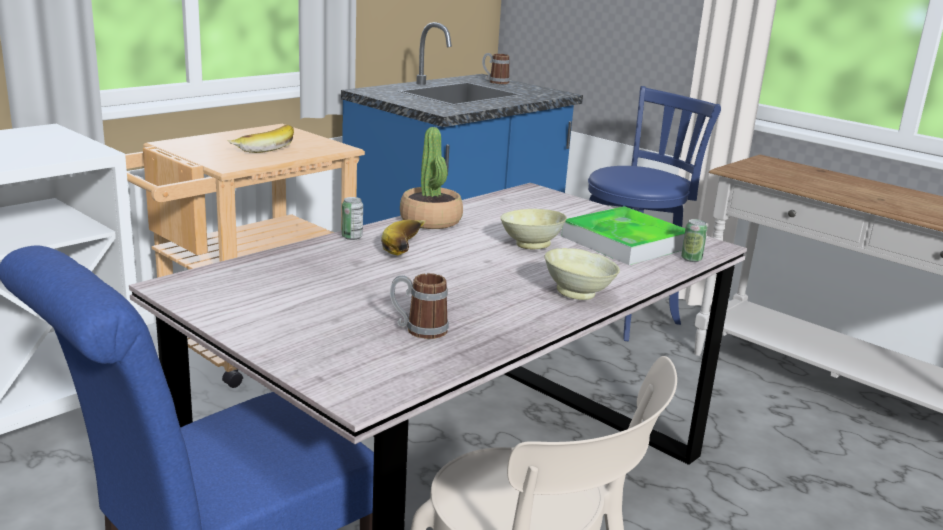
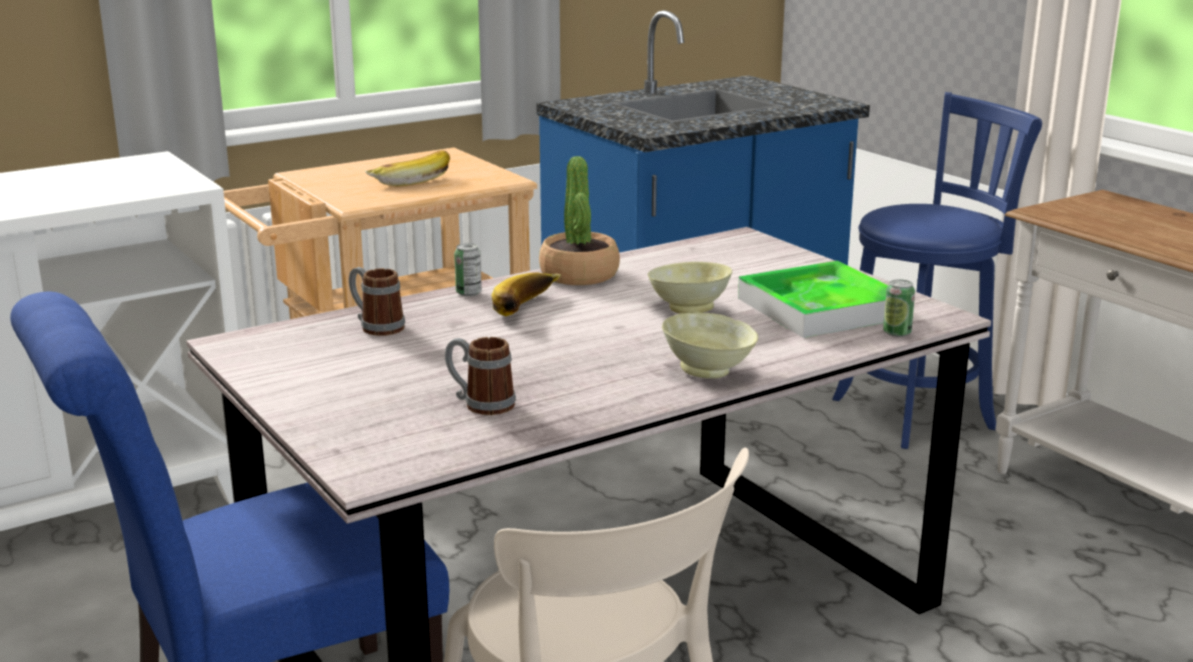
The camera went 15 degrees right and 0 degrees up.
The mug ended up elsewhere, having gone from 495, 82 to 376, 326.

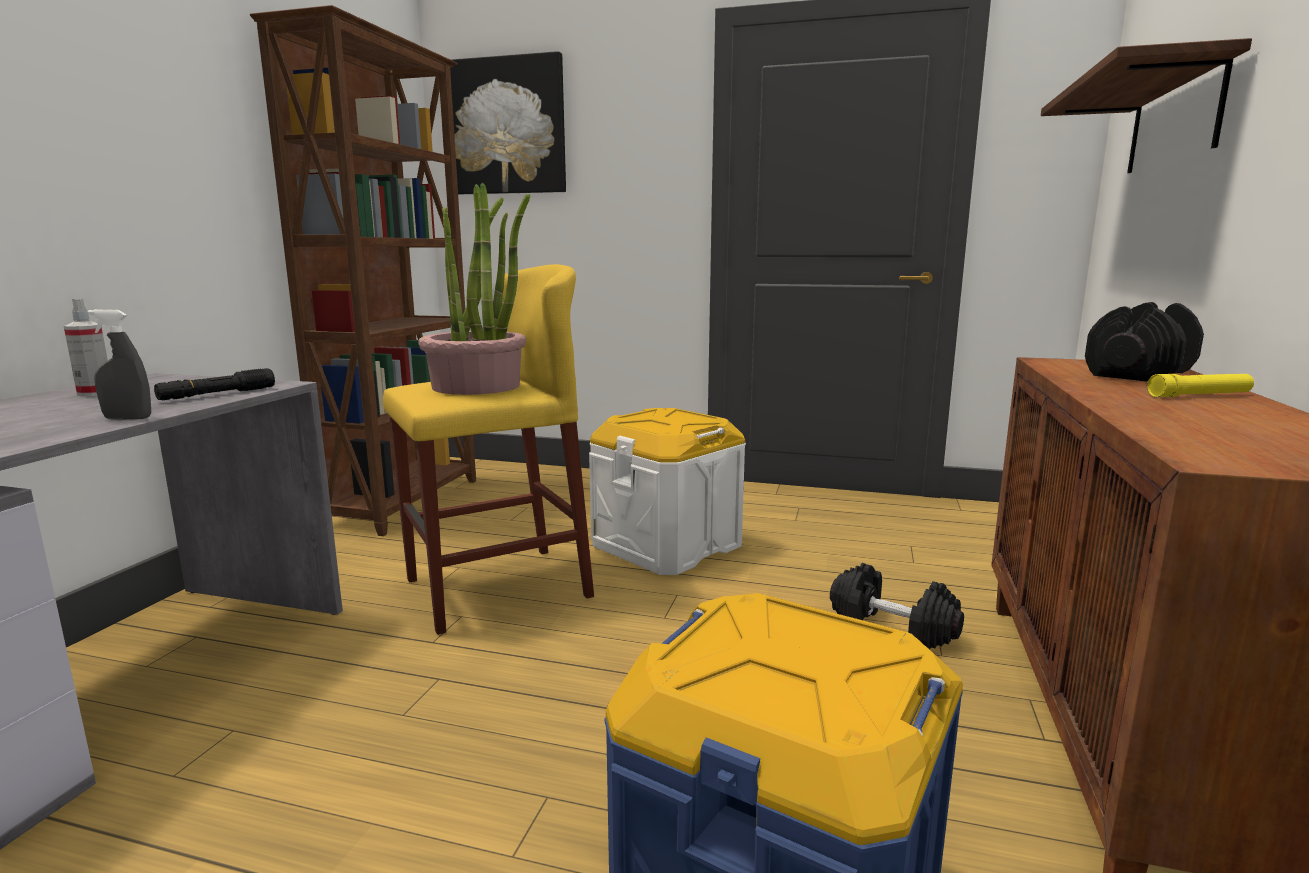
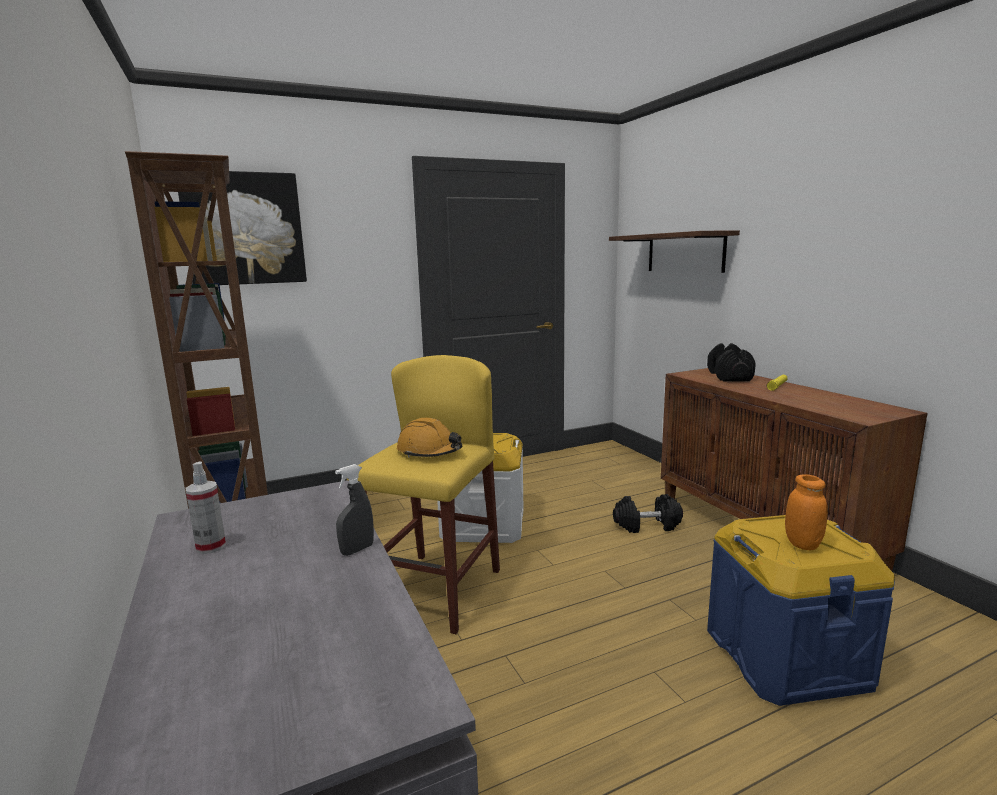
The camera went 40 degrees left and 0 degrees up.
The second view lost the black_flashlight at 218, 394.
The second view gained the orange_jar at 802, 544.
Where the potted_plant stood at 477, 386, the orange_hard_hat came to stand at 429, 452.

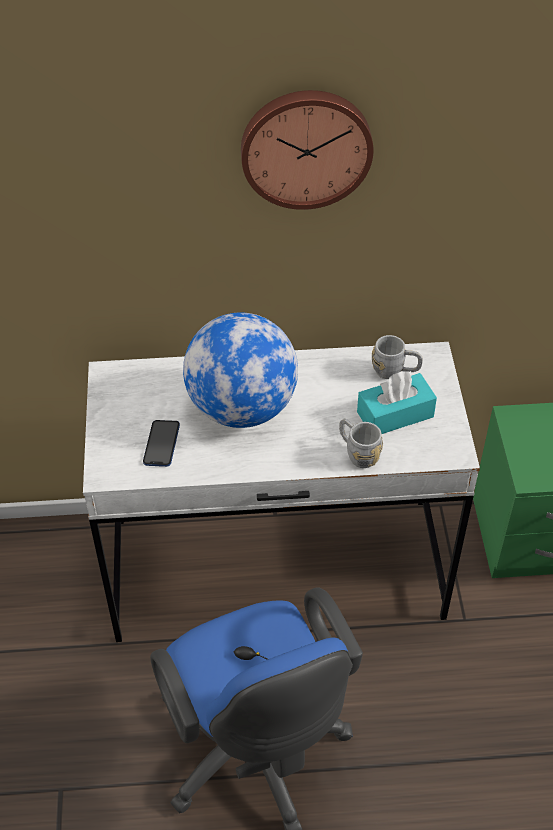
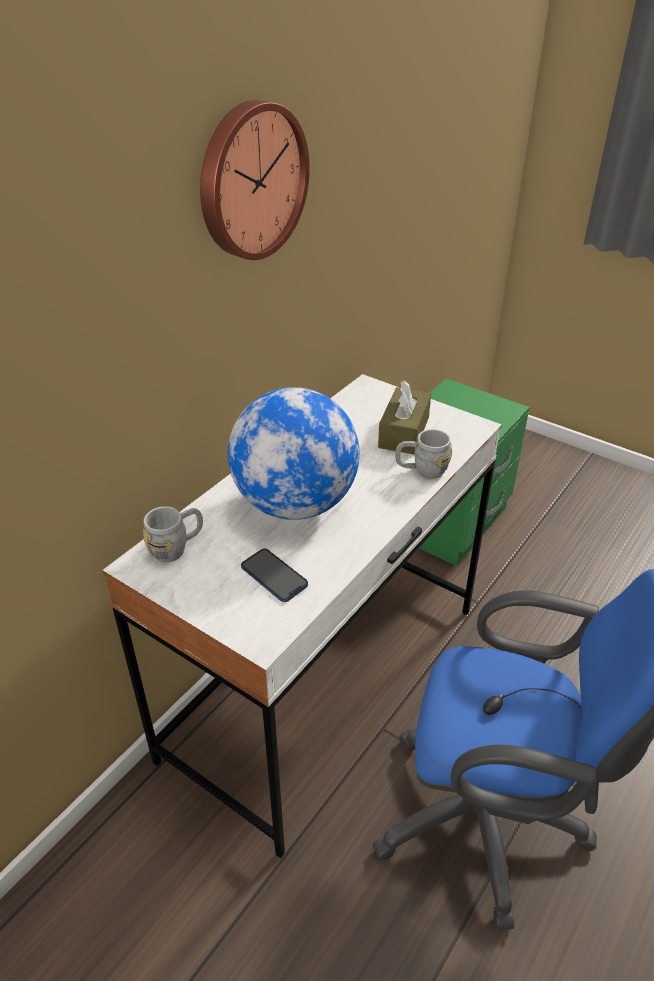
The camera went 50 degrees left and 10 degrees down.
The grey_mug ended up elsewhere, having gone from 395, 371 to 177, 547.
What was the turquoise_tissue_box at 395, 414 turned into the brown_tissue_box at 404, 432.

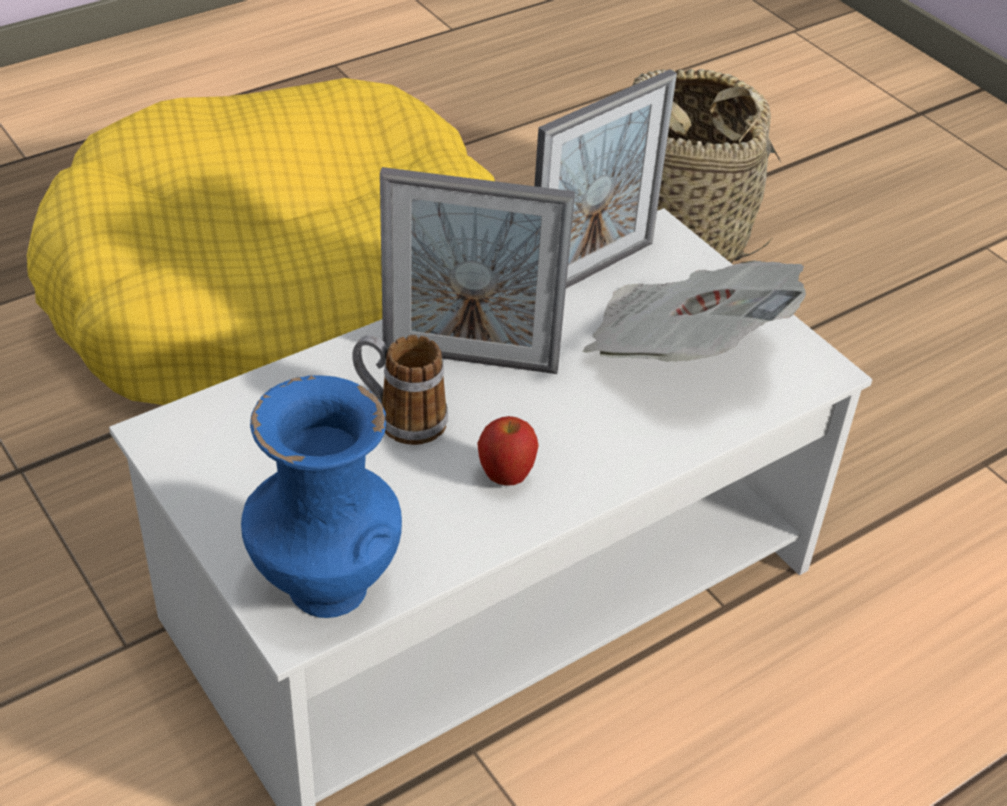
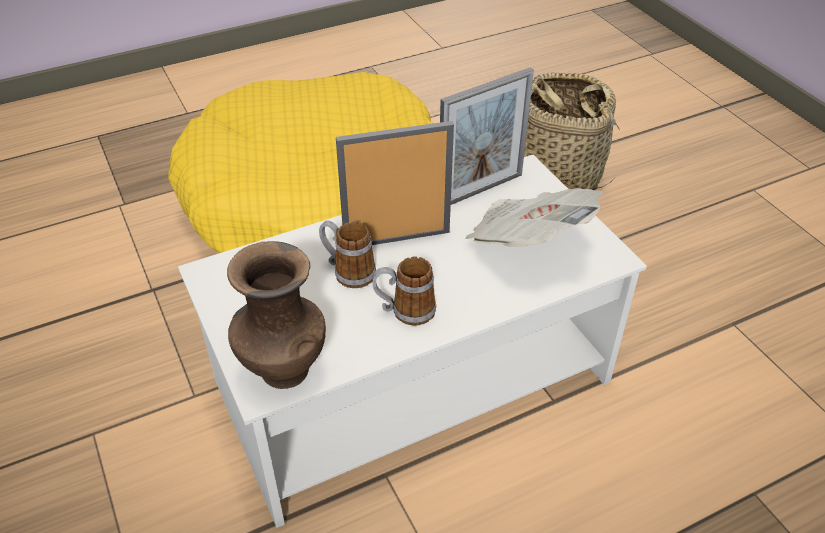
The camera went 10 degrees right and 0 degrees up.
Where the apple stood at 506, 477, the mug came to stand at 405, 311.
What was the blue_vase at 324, 586 turned into the brown_vase at 283, 369.
The picture_frame at 470, 359 ended up facing another way, 150 degrees clockwise from before.

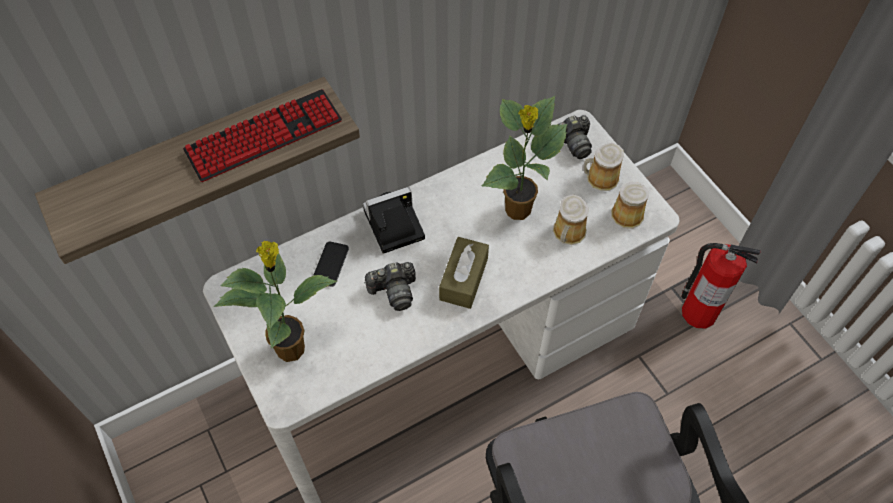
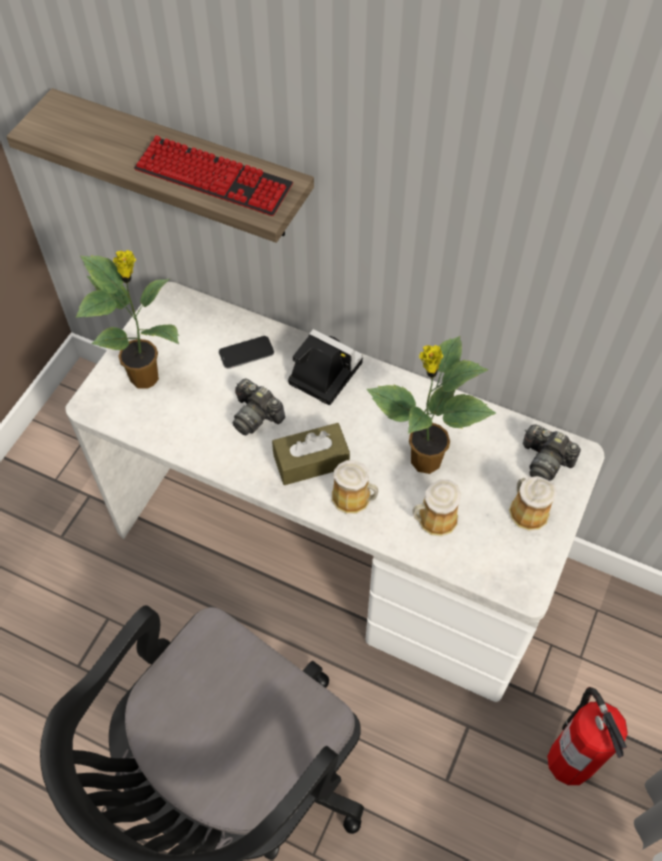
The camera went 55 degrees right and 0 degrees up.
The mug ended up elsewhere, having gone from 628, 214 to 354, 498.

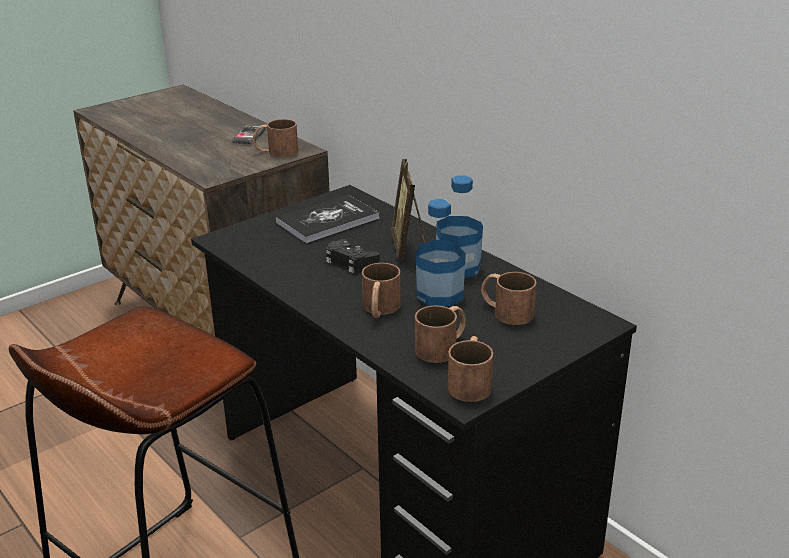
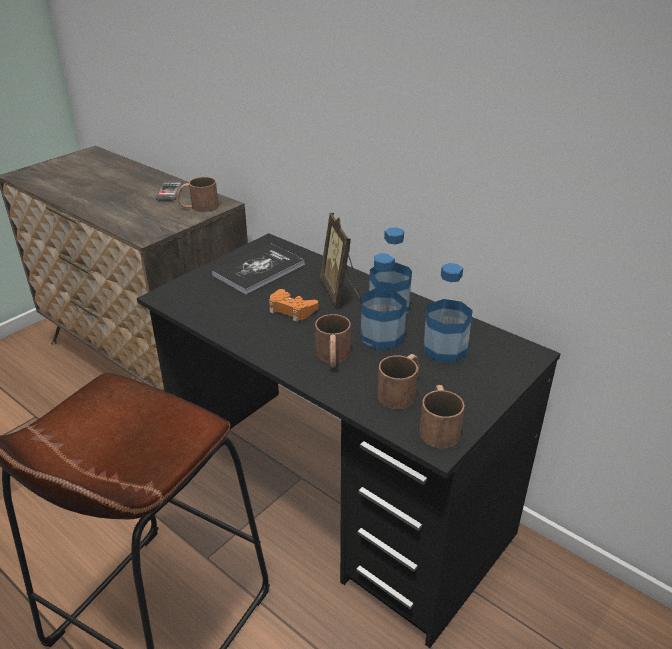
The camera went 10 degrees left and 5 degrees up.
Where the brown_mug stood at 505, 311, the bottle came to stand at 445, 349.
What was the black_game_controller at 350, 261 turned into the orange_game_controller at 291, 310.

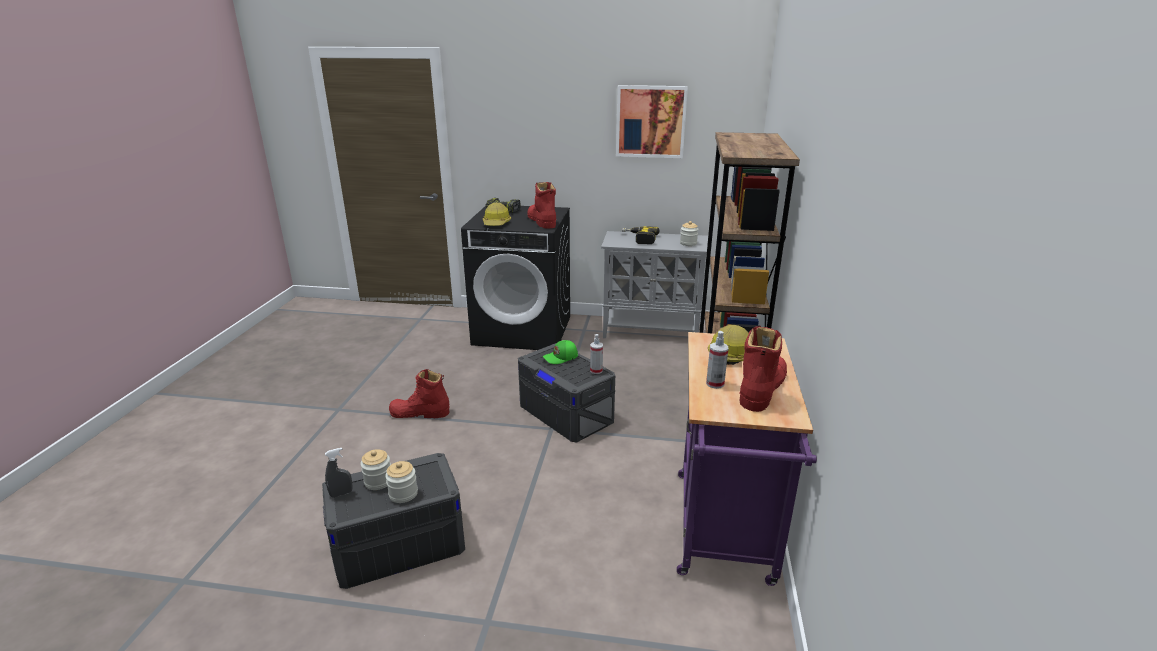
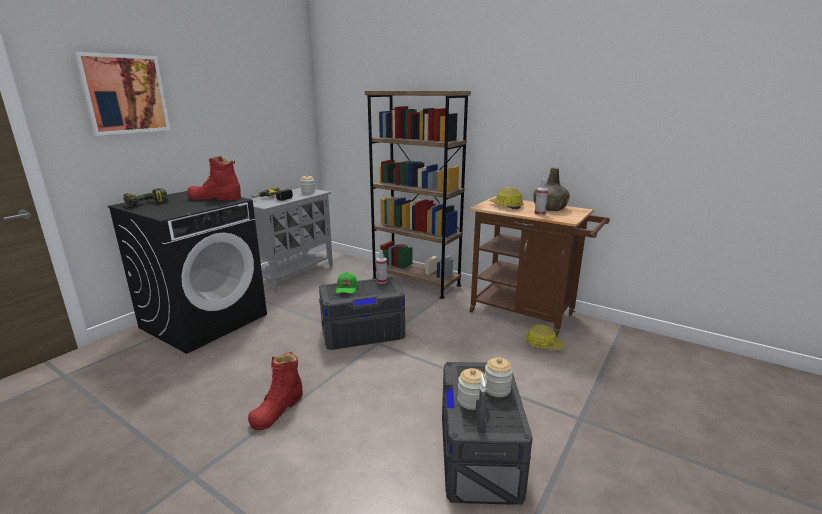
The camera went 65 degrees left and 5 degrees down.
The hard_hat ended up elsewhere, having gone from 496, 223 to 543, 344.
The picture ended up elsewhere, having gone from 650, 121 to 124, 94.
Where the red_boot stood at 761, 388, the green_bottle came to stand at 550, 208.
What was the purple_cart at 724, 533 turned into the brown_cart at 528, 315.

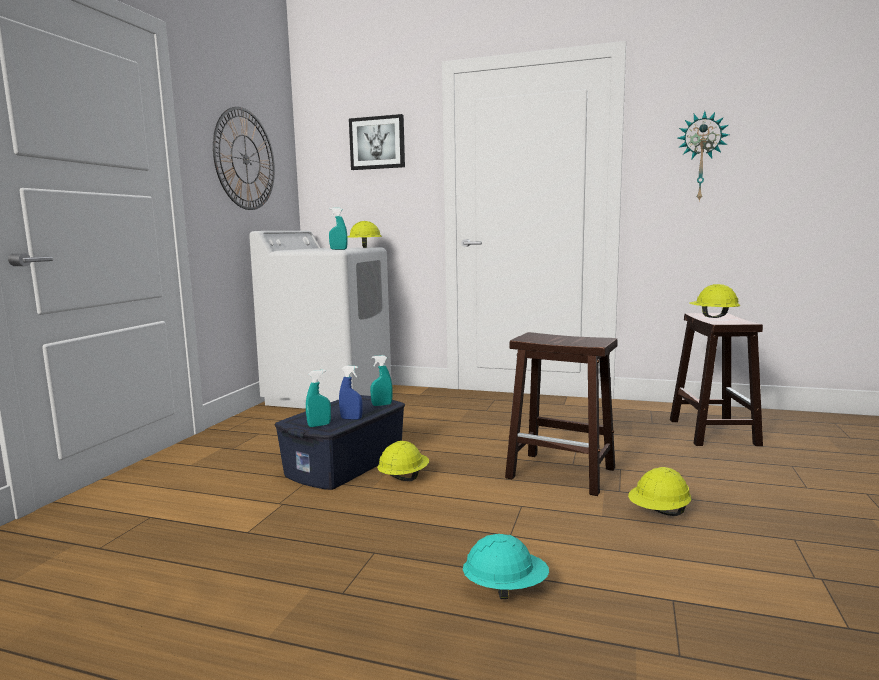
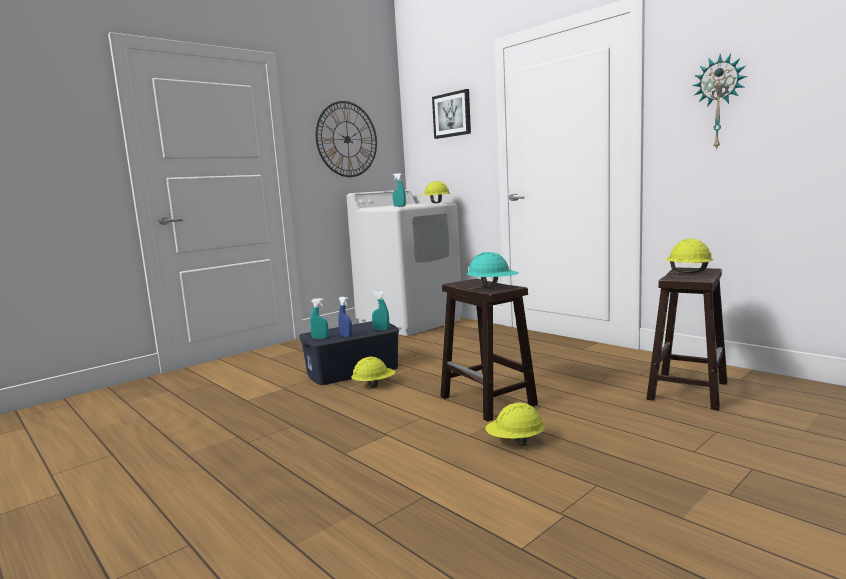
The camera went 30 degrees right and 0 degrees up.
The turquoise_hard_hat ended up elsewhere, having gone from 505, 589 to 493, 287.

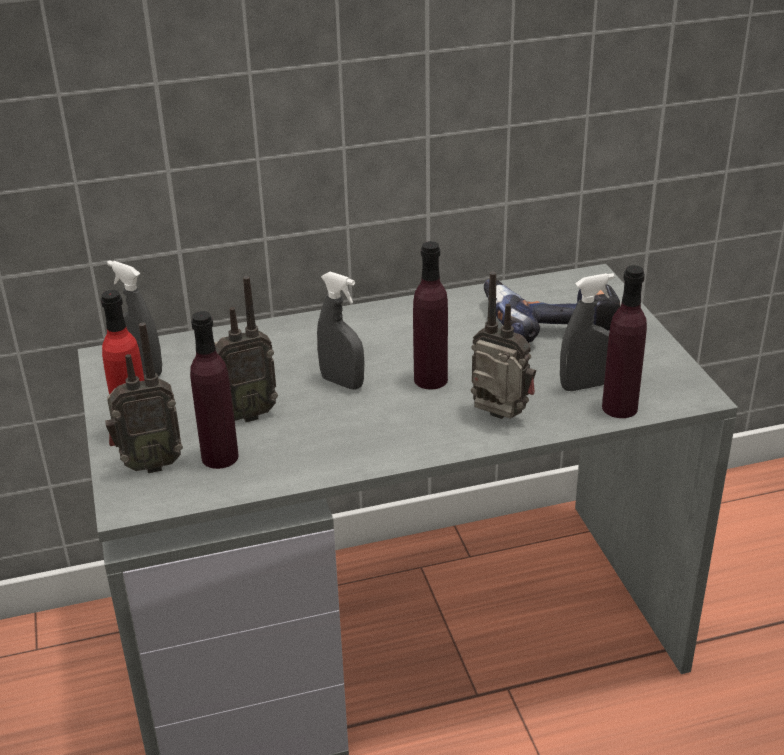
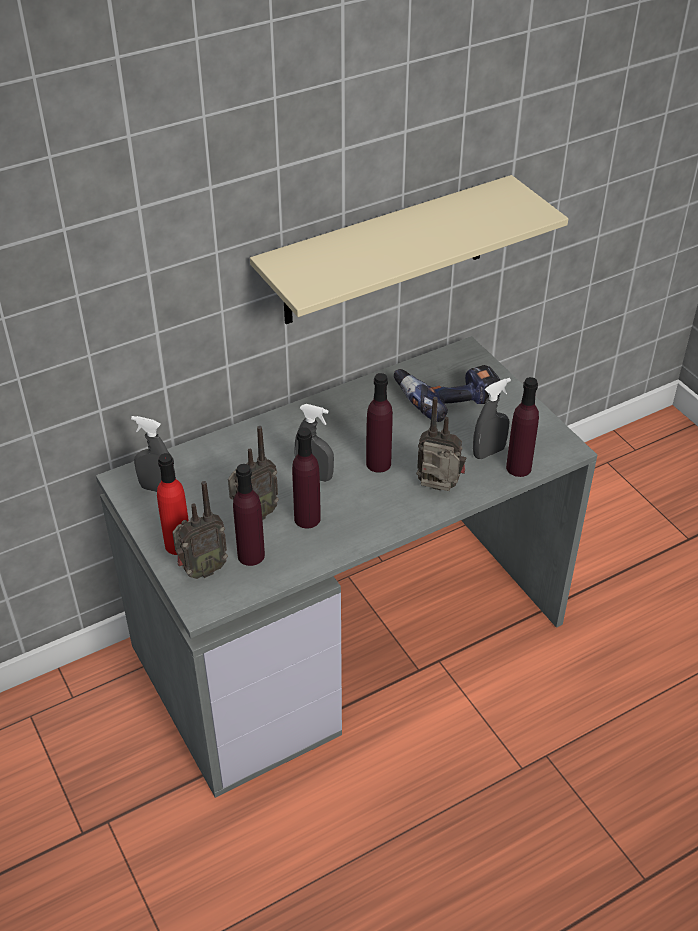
The camera went 15 degrees left and 10 degrees up.
The second view gained the beige_shelf at 385, 252.
The second view gained the purple_bottle at 307, 518.

